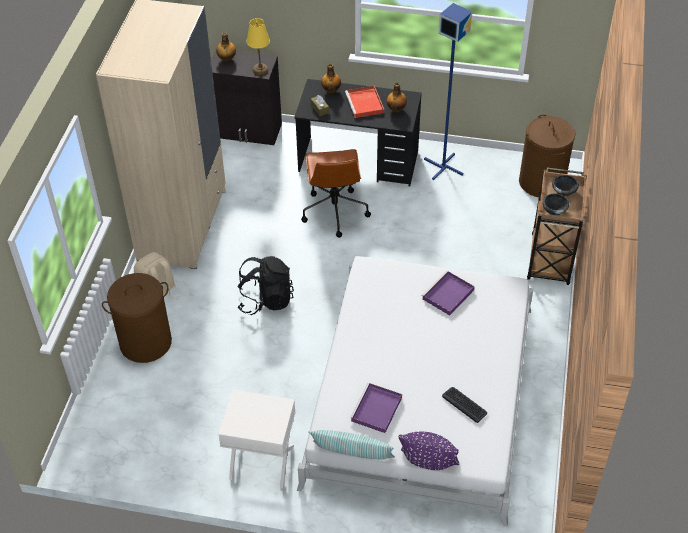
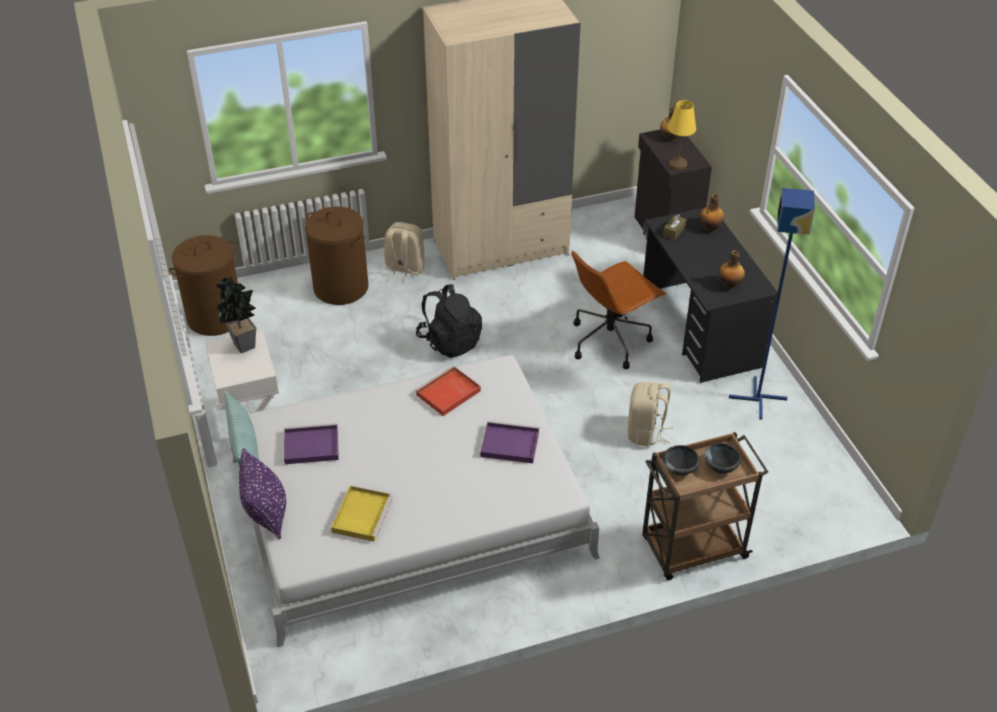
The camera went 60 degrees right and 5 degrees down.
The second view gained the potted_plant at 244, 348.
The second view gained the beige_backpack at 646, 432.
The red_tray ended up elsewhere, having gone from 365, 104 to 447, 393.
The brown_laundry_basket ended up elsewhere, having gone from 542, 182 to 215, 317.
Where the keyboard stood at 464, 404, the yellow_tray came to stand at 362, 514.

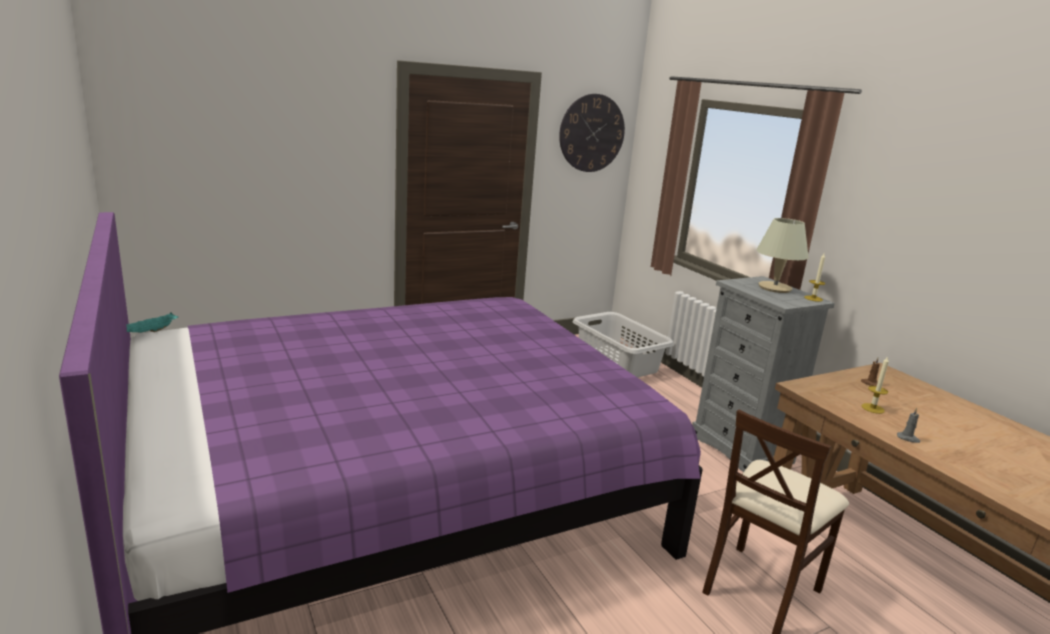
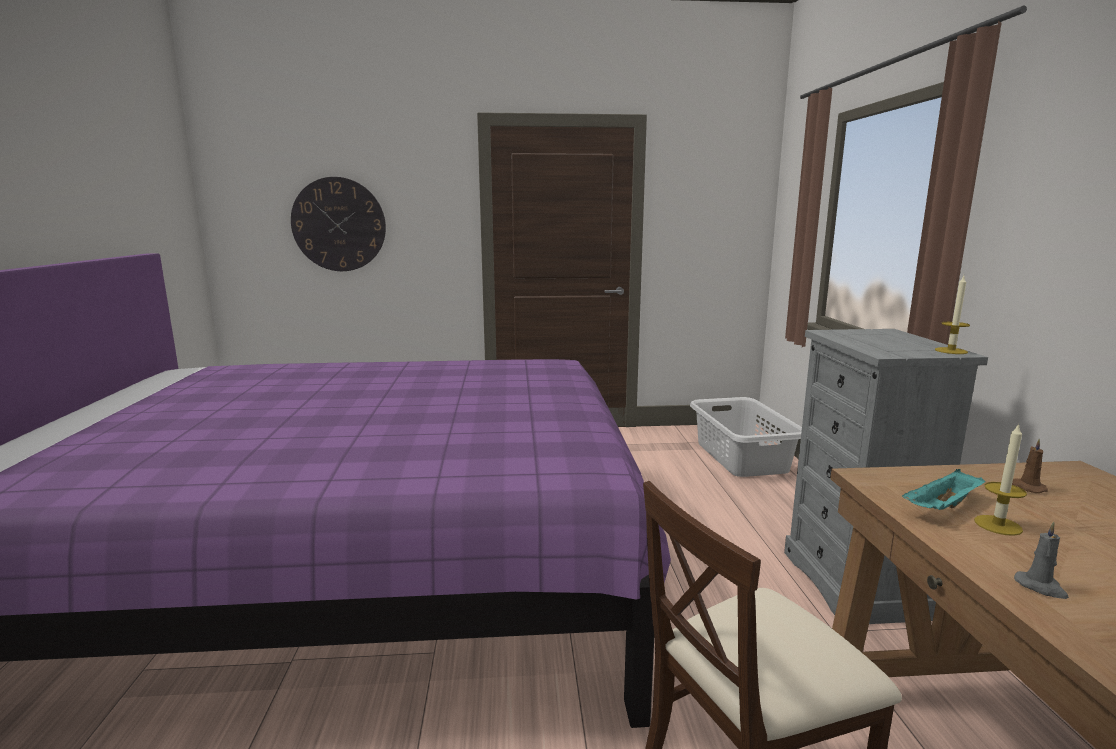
The camera went 25 degrees right and 5 degrees down.
The second view lost the beige_table_lamp at 774, 288.
The turquoise_tray ended up elsewhere, having gone from 149, 332 to 942, 508.
The wall_clock ended up elsewhere, having gone from 592, 133 to 339, 224.

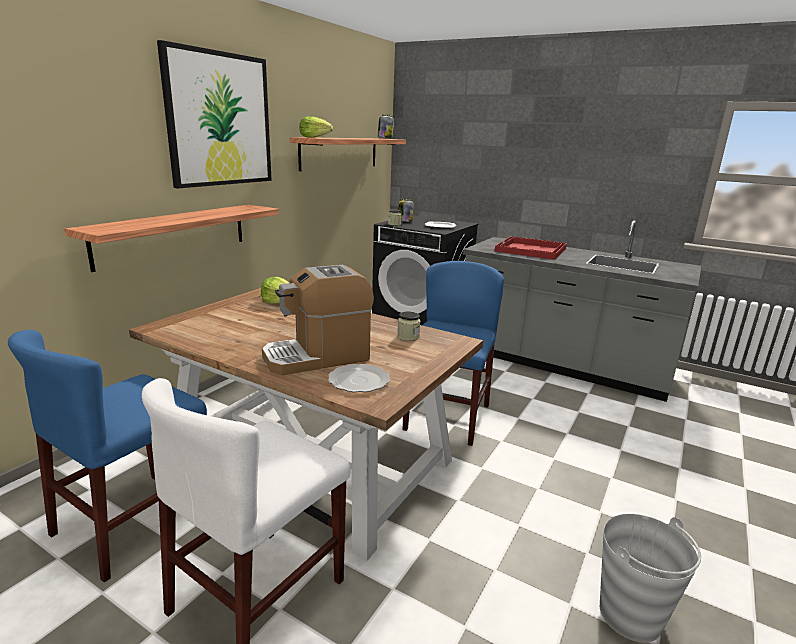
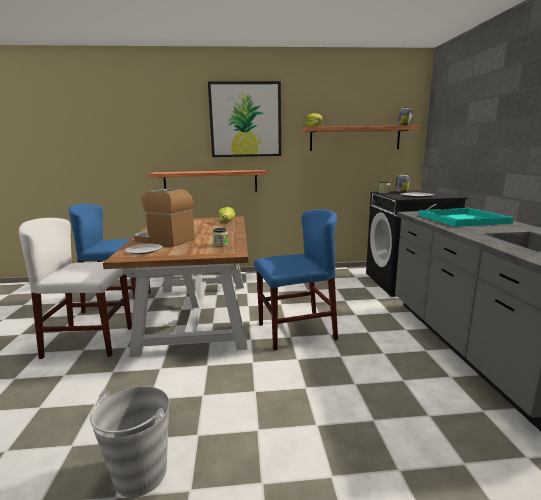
The camera went 55 degrees right and 5 degrees down.
What was the red_tray at 531, 250 turned into the turquoise_tray at 462, 219.

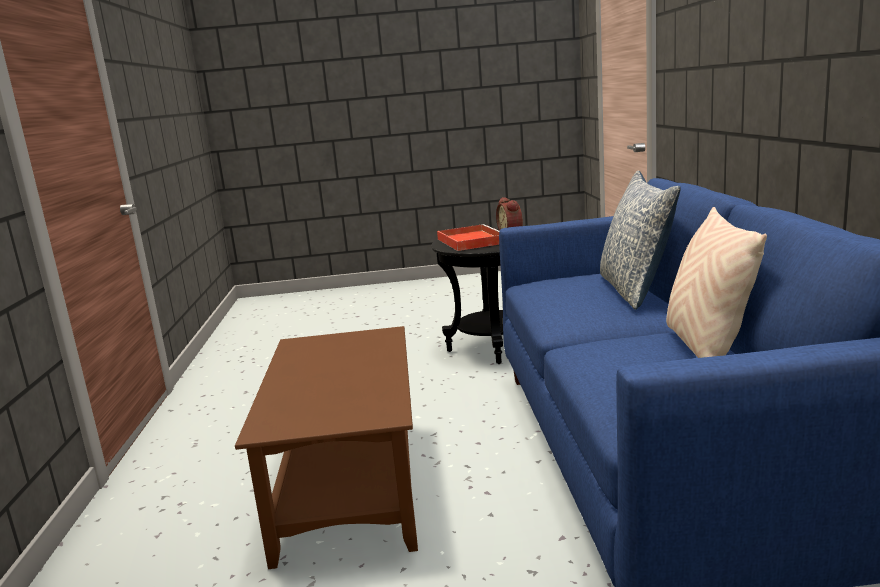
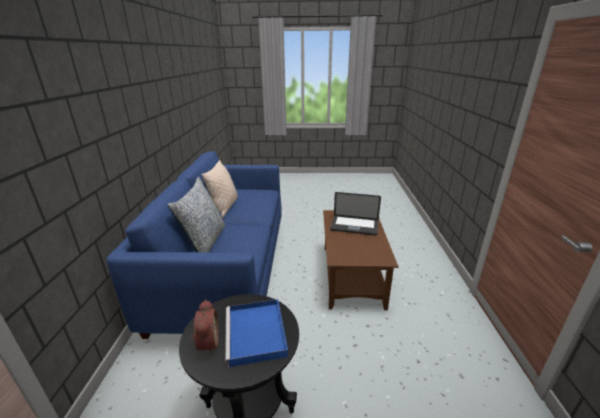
The camera went 175 degrees left and 10 degrees up.
The second view gained the laptop at 354, 226.
What was the red_tray at 470, 241 turned into the blue_tray at 256, 334.

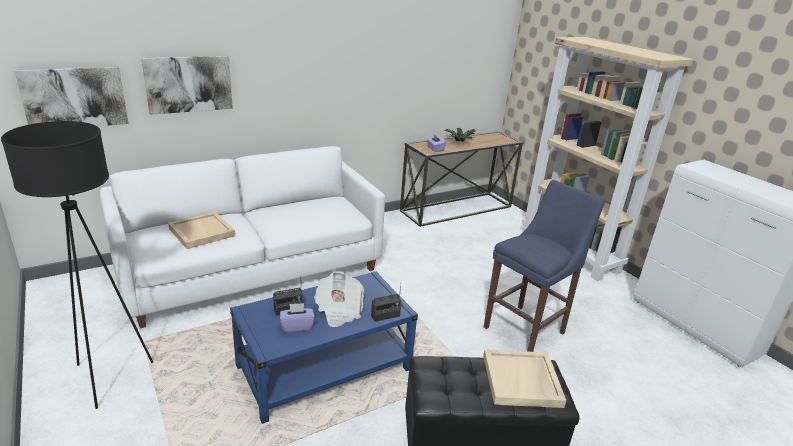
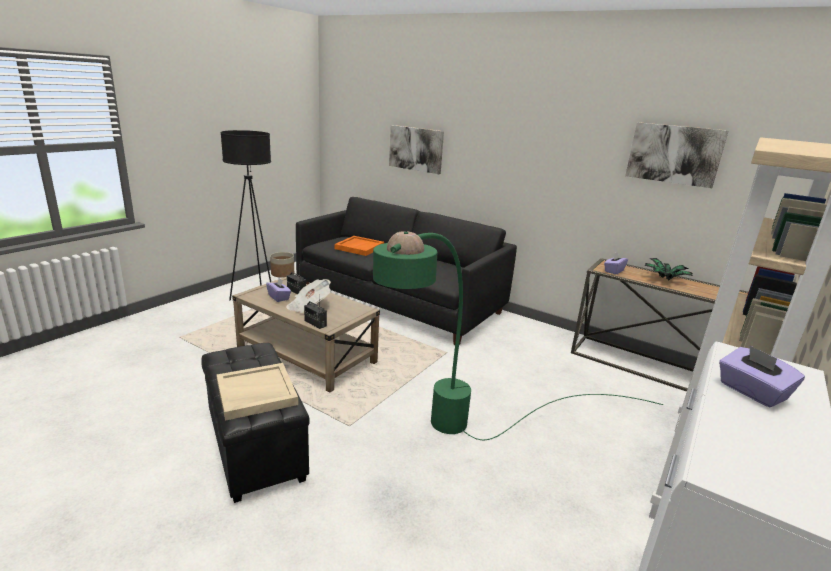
The camera went 65 degrees right and 5 degrees down.
The second view gained the planter at 283, 274.
The second view gained the purple_tissue_box at 751, 392.
The picture ended up elsewhere, having gone from 74, 98 to 674, 154.
Where the blue_stool stood at 527, 329, the green_floor_lamp came to stand at 455, 456.
What was the white_sofa at 252, 268 turned into the black_sofa at 399, 301.
What was the beige_tray at 201, 232 turned into the orange_tray at 359, 247.
What was the blue_coffee_table at 324, 367 turned into the beige_coffee_table at 306, 355.

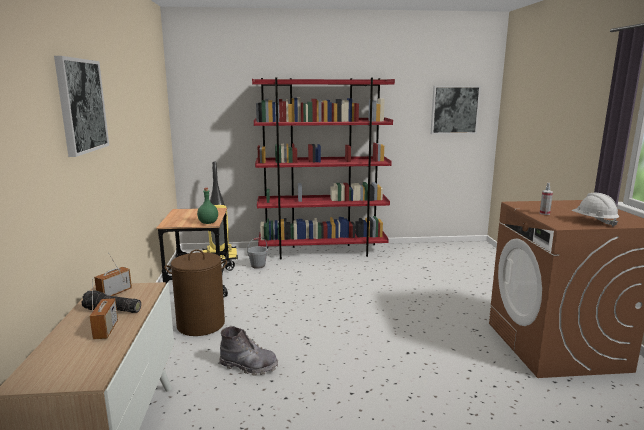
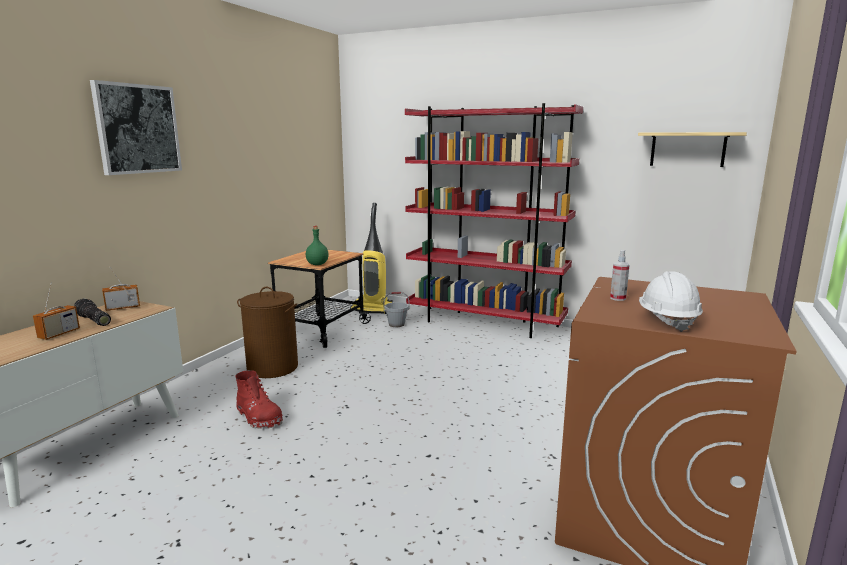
The camera went 30 degrees right and 0 degrees up.
Where the picture hung at 454, 110, the shelf came to hang at 687, 149.
What was the grey_boot at 248, 366 turned into the red_boot at 259, 417.

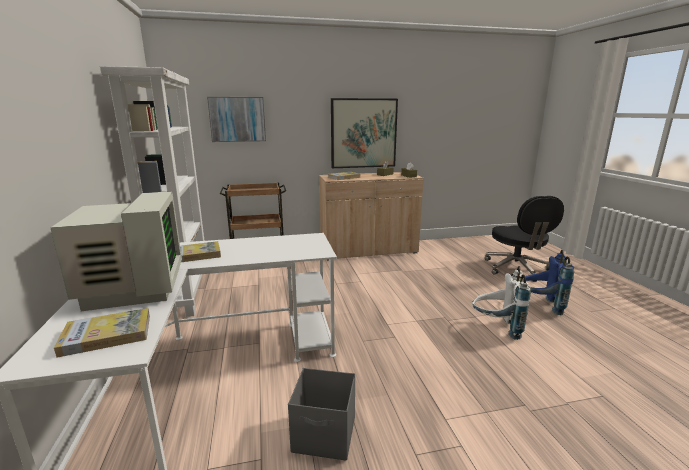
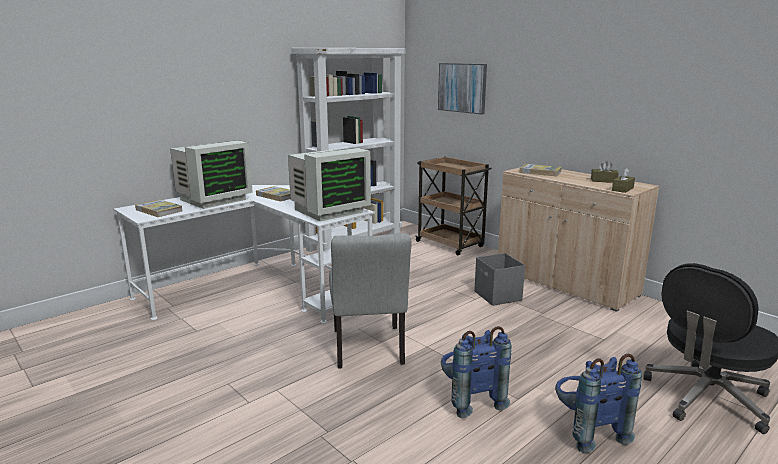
The camera went 60 degrees right and 0 degrees up.
The second view lost the picture at 363, 133.
The second view gained the monitor at 328, 211.
The second view gained the grey_chair at 368, 350.
The grey_storage_box ended up elsewhere, having gone from 325, 435 to 497, 296.
What was the white_backpack at 496, 328 turned into the blue_backpack at 469, 399.

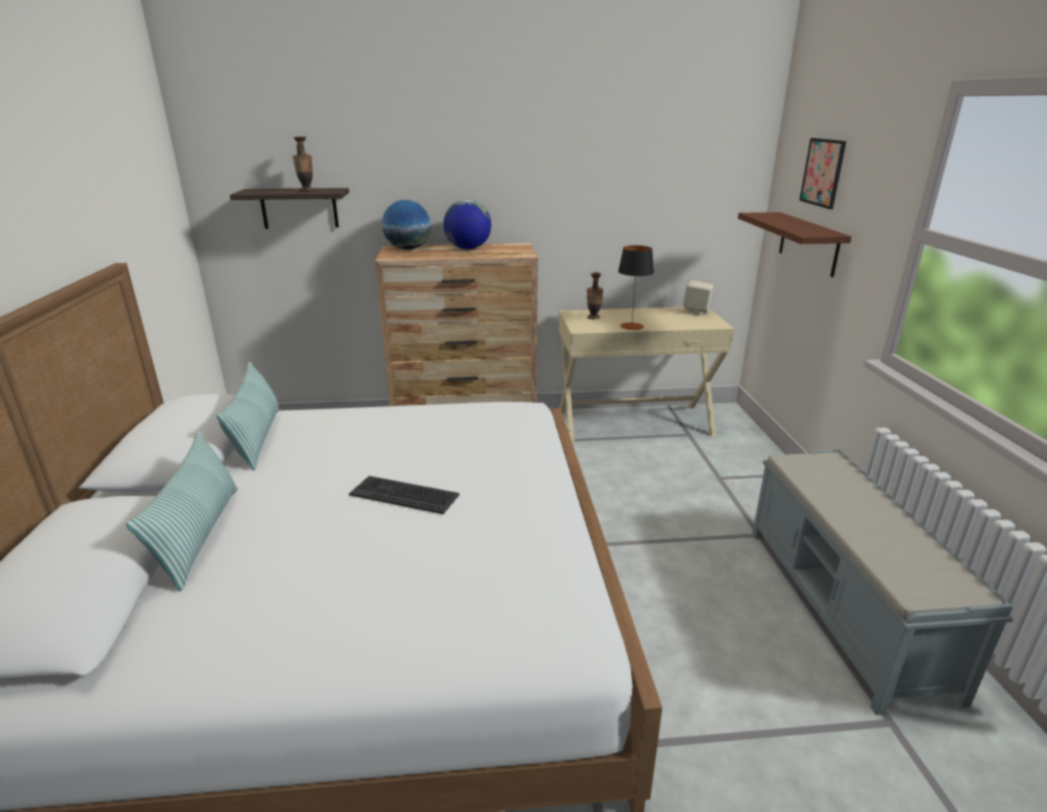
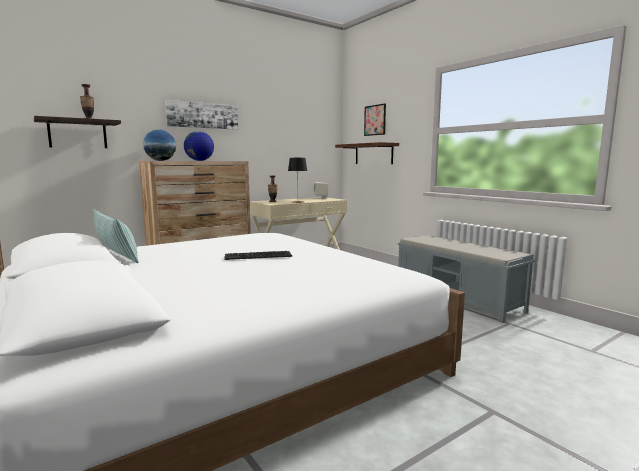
The camera went 30 degrees left and 15 degrees down.
The second view lost the pillow at 199, 535.
The second view gained the picture at 202, 115.

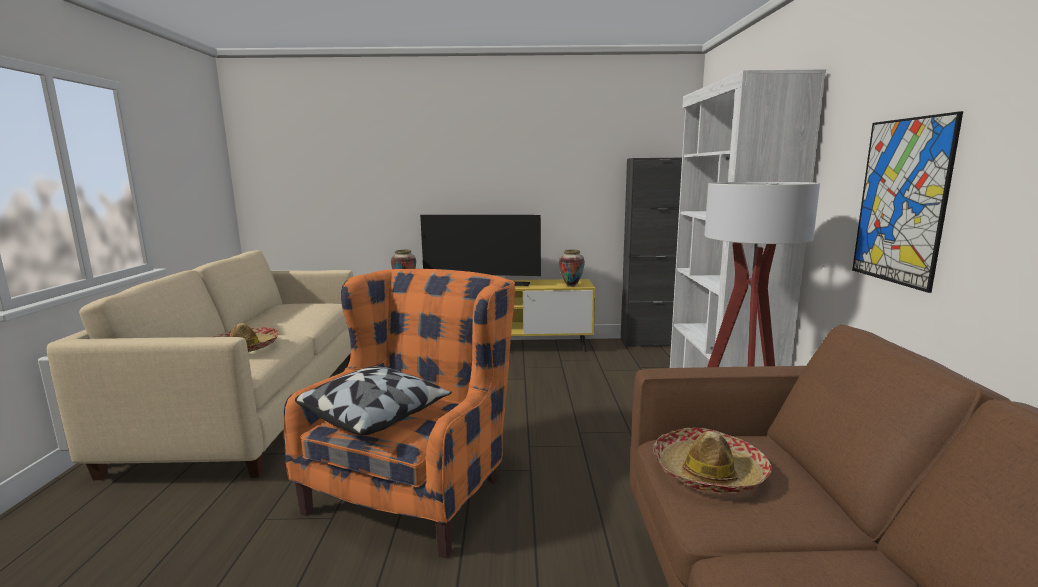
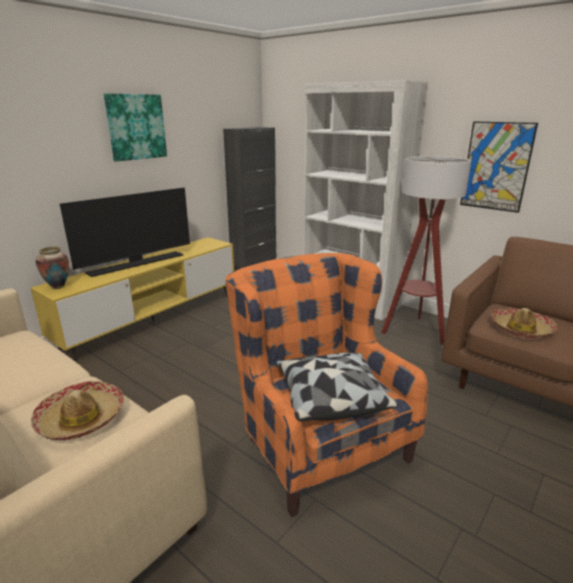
The camera went 50 degrees left and 10 degrees up.
The second view lost the vase at 571, 285.
The second view gained the picture at 136, 127.

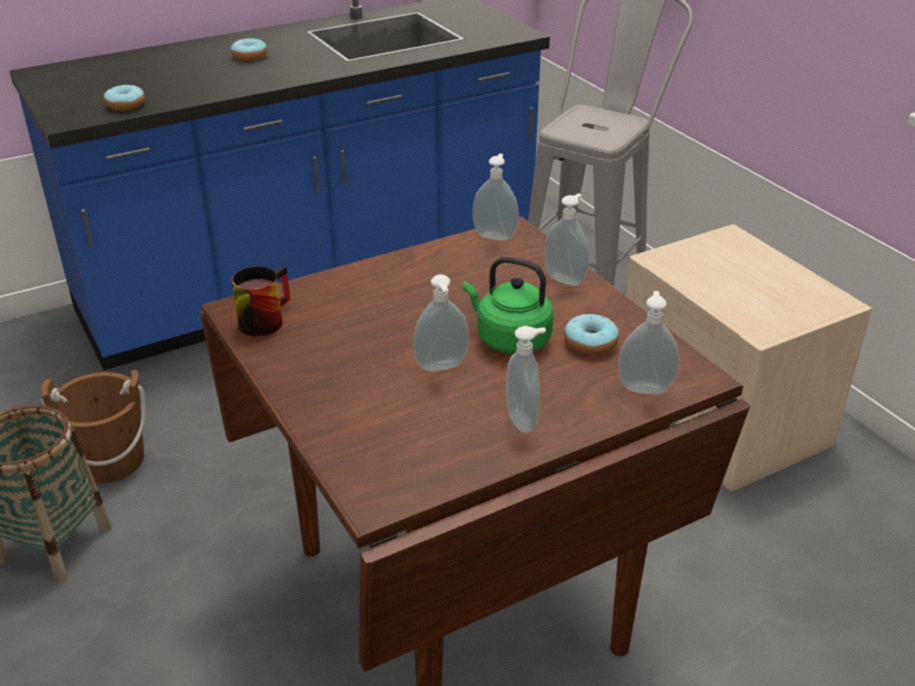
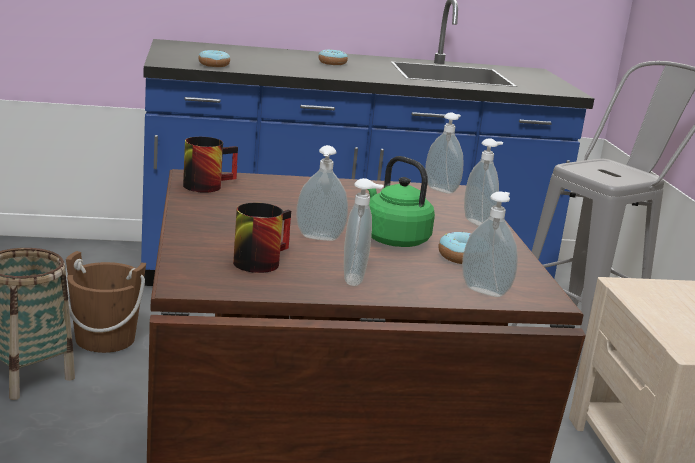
The camera went 20 degrees right and 15 degrees down.
The second view gained the mug at 258, 260.

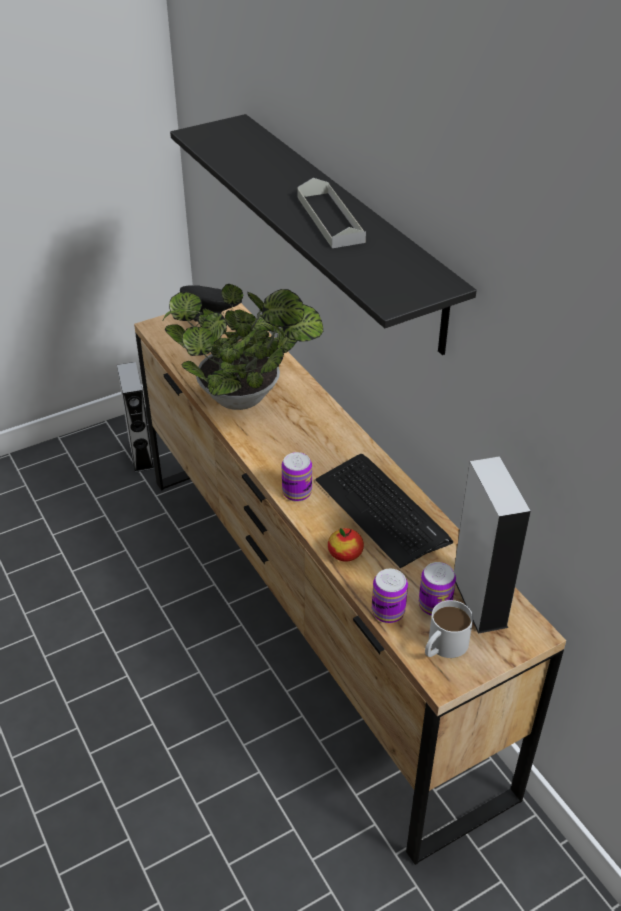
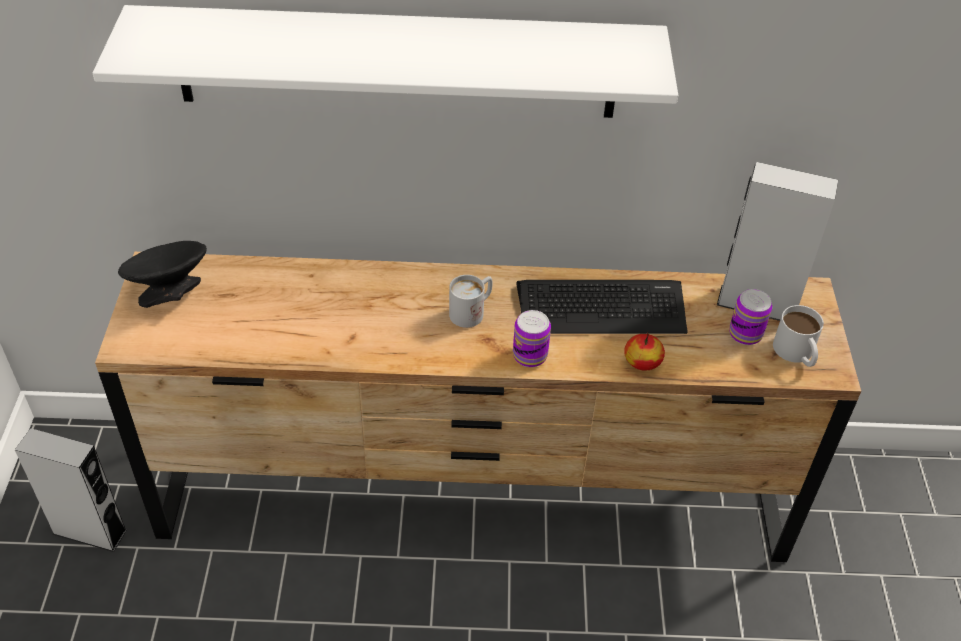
The camera went 60 degrees left and 5 degrees up.
The second view lost the potted_plant at 246, 398.
The second view lost the grey_tray at 330, 219.
The second view lost the can at 388, 611.
The second view gained the white_mug at 472, 311.
What was the black_shelf at 344, 229 turned into the white_shelf at 397, 62.

